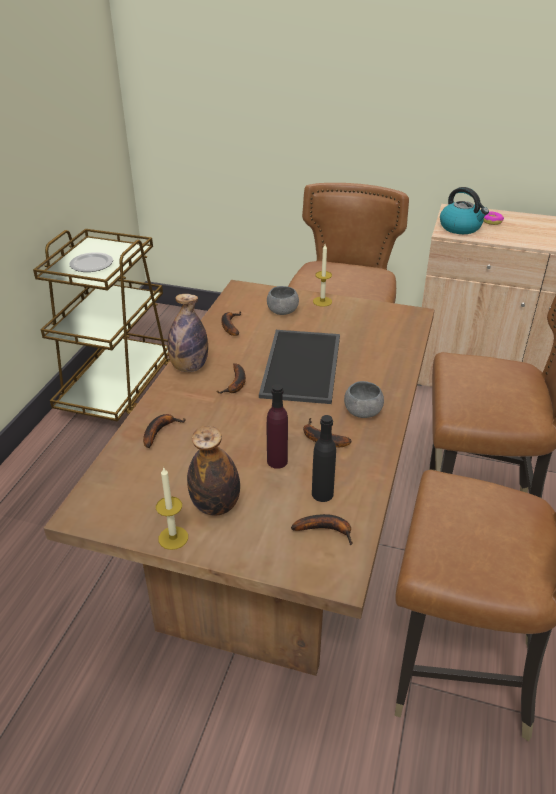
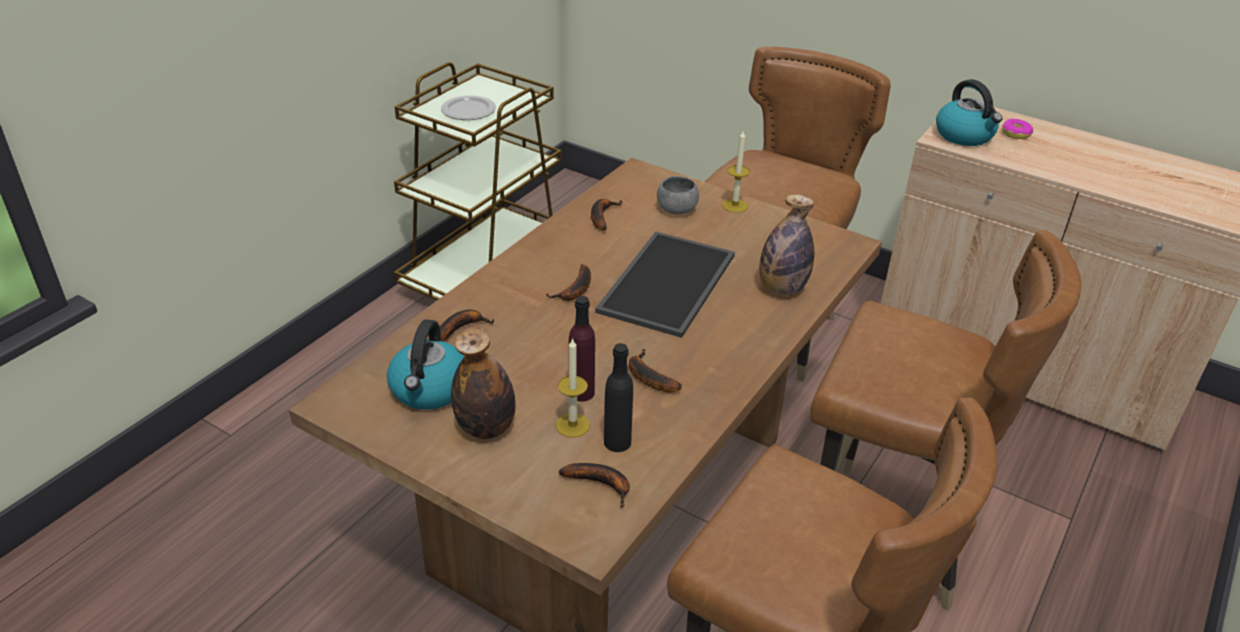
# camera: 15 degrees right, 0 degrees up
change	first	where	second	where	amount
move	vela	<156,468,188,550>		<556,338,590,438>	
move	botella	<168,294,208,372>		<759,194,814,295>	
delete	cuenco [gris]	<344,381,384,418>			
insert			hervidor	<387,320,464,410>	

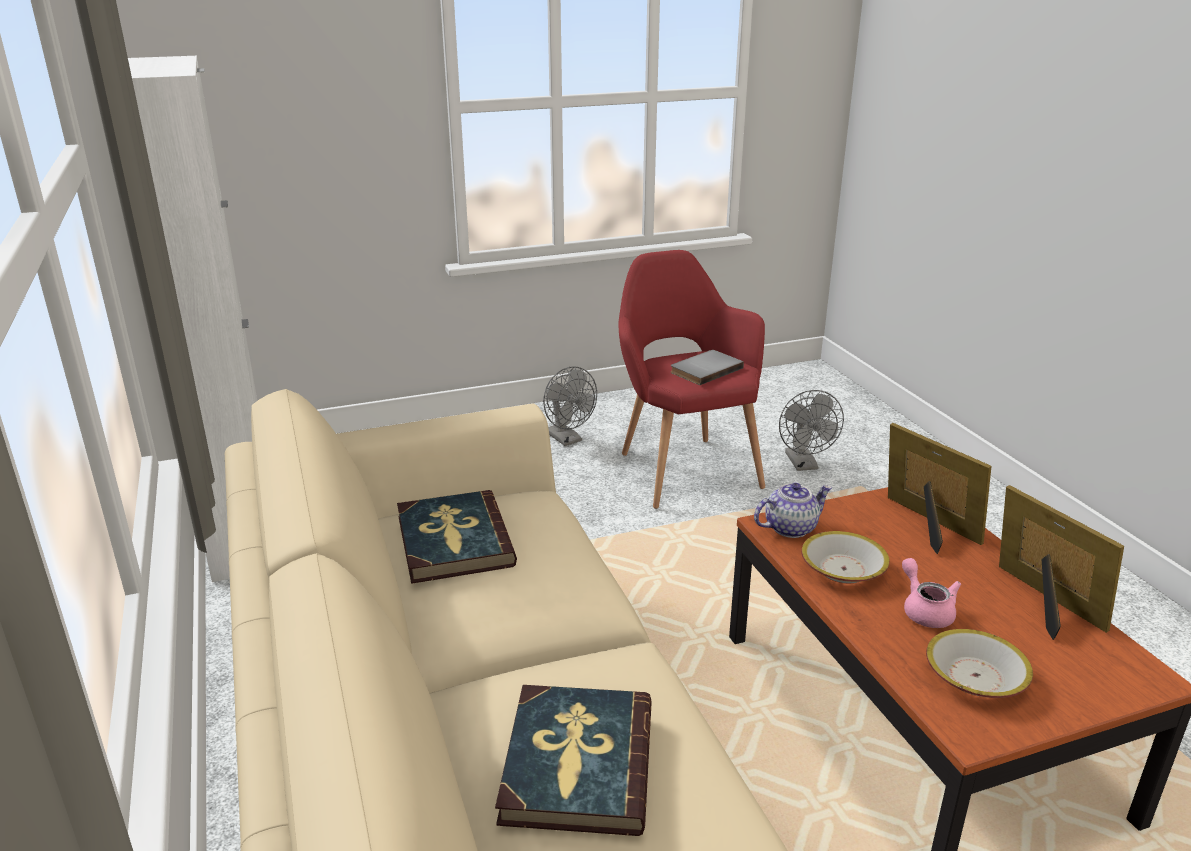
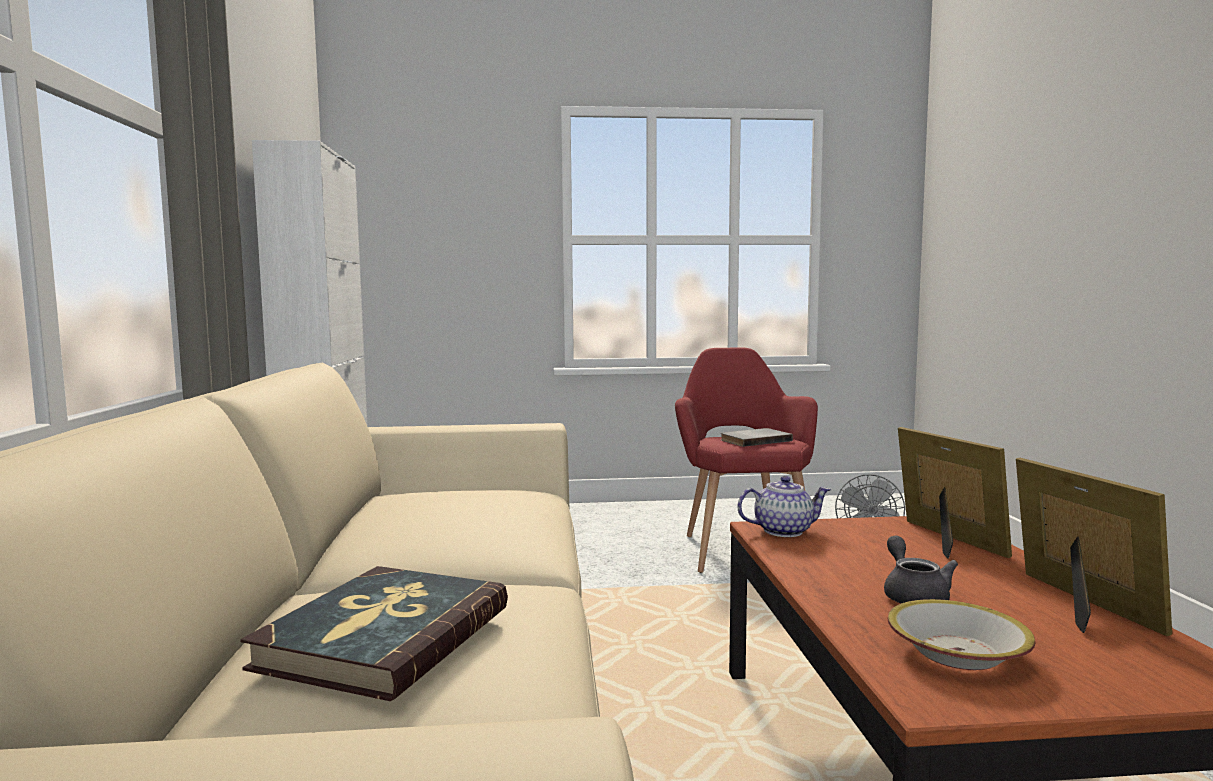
# camera: 15 degrees right, 20 degrees down
change	first	where	second	where	amount
delete	libro	<397,490,517,584>			
delete	ventilador [gris]	<543,366,597,446>			
delete	cuenco	<801,531,890,583>			
recolor	tetera [rosa]	<902,558,961,628>	tetera [gris]	<884,536,958,604>	

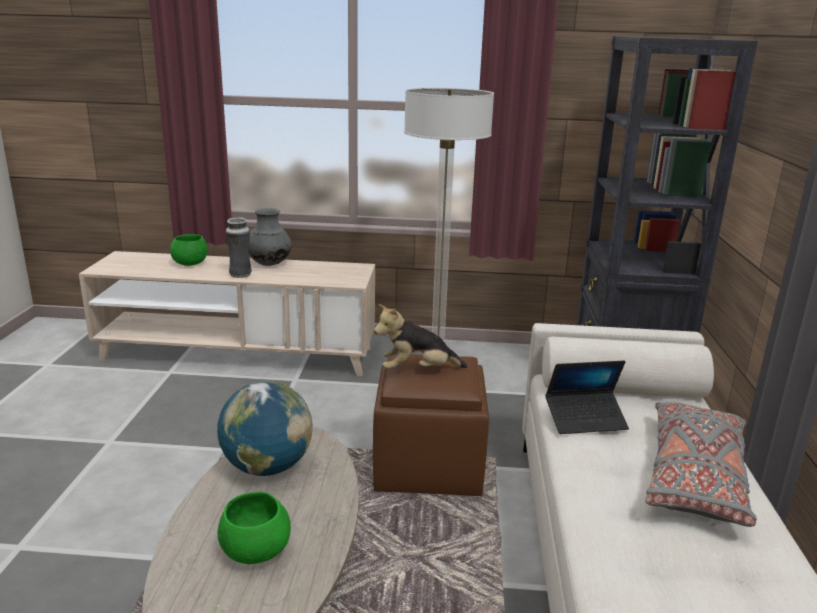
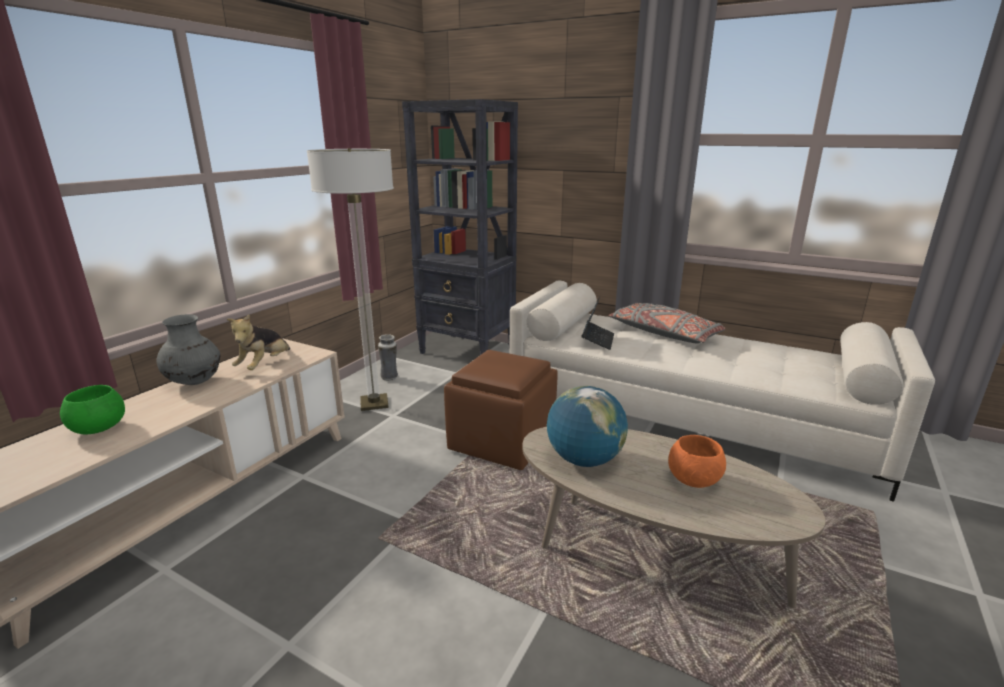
# camera: 65 degrees left, 0 degrees up
change	first	where	second	where	amount
recolor	cuenco [verde]	<218,492,291,564>	cuenco [naranja]	<668,435,726,488>	
move	florero	<226,218,252,278>		<378,334,398,381>	
move	peluche	<374,304,468,369>		<227,315,290,370>	

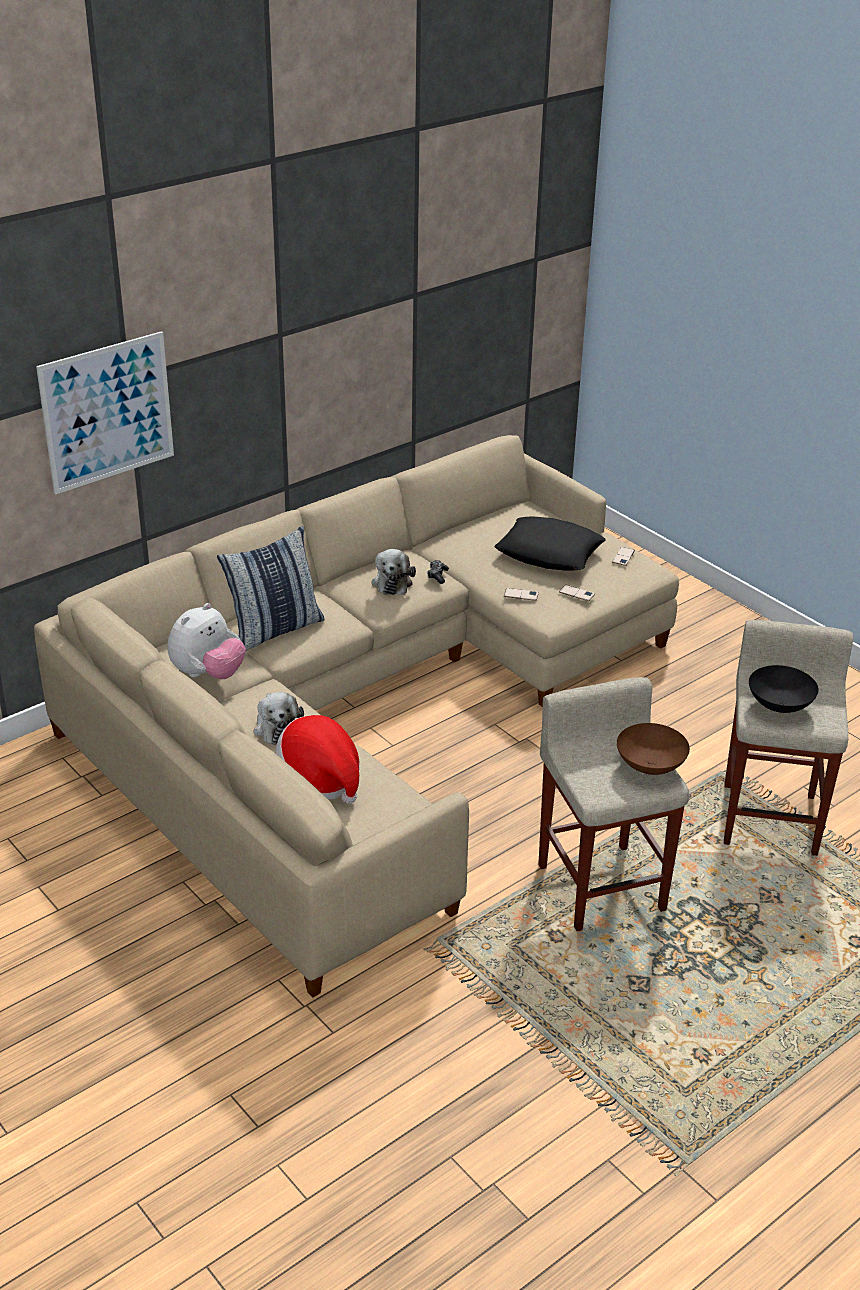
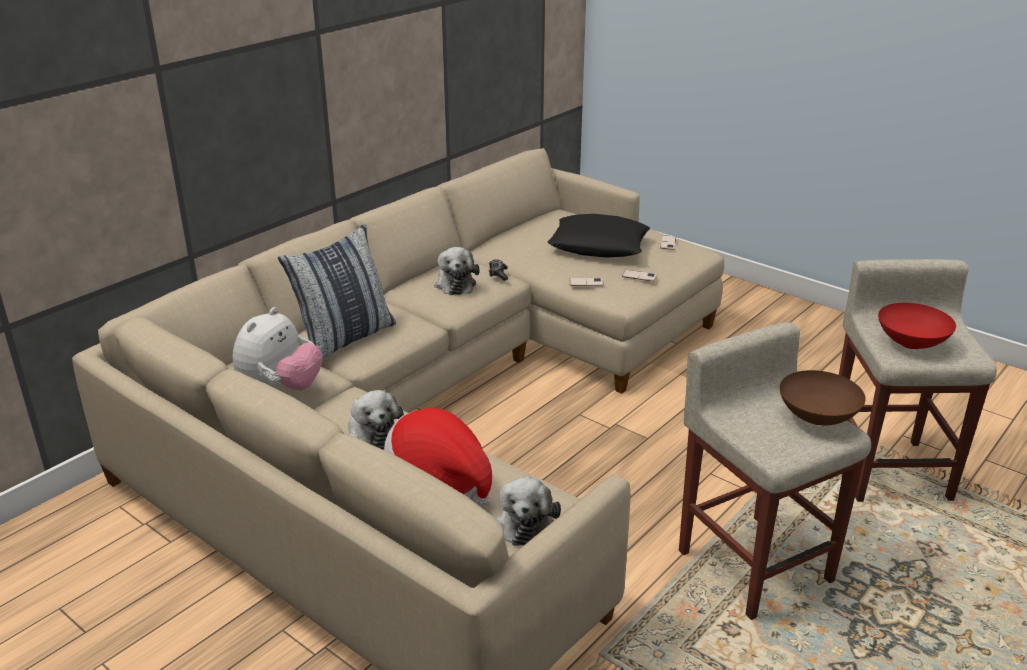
# camera: 10 degrees left, 5 degrees down
change	first	where	second	where	amount
delete	cuadro	<36,331,174,495>			
recolor	cuenco [negro]	<749,665,819,713>	cuenco [rojo]	<878,303,956,349>	
insert			peluche	<496,476,561,546>	

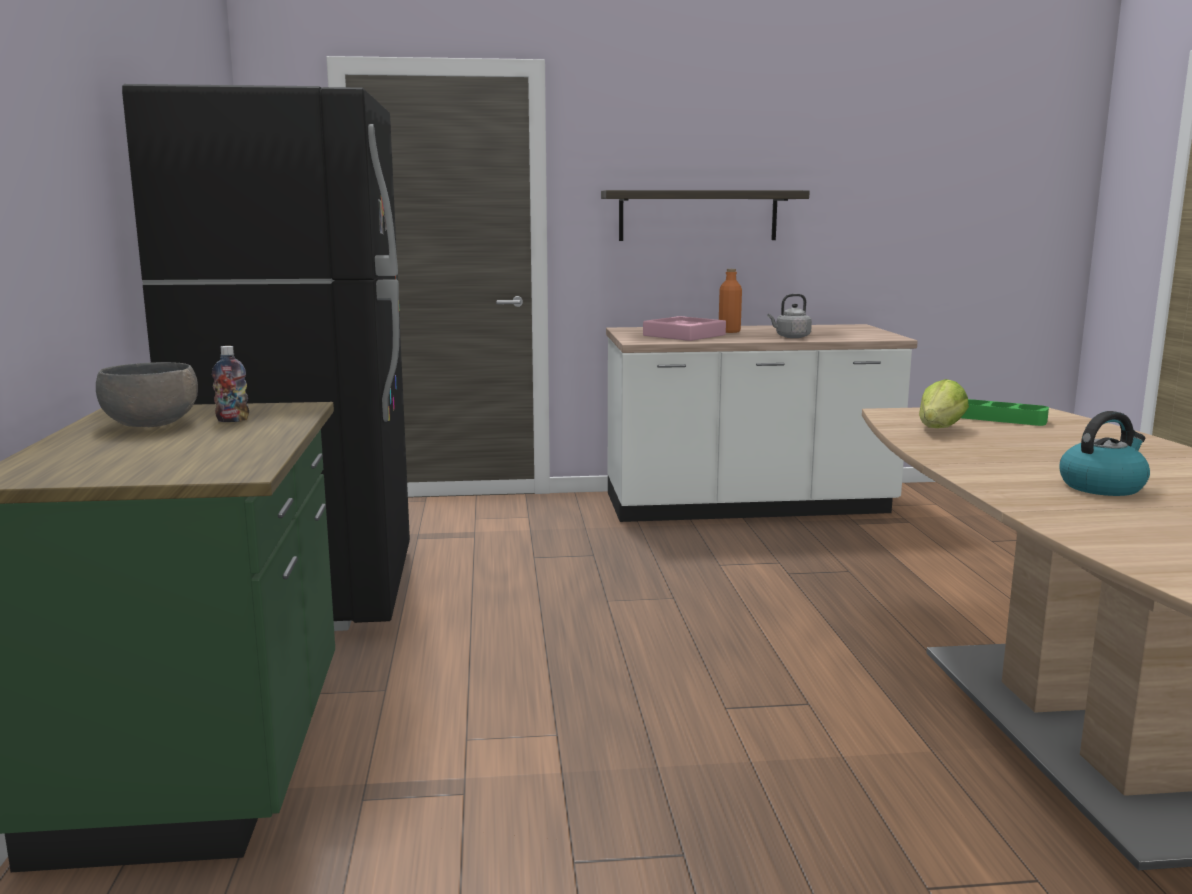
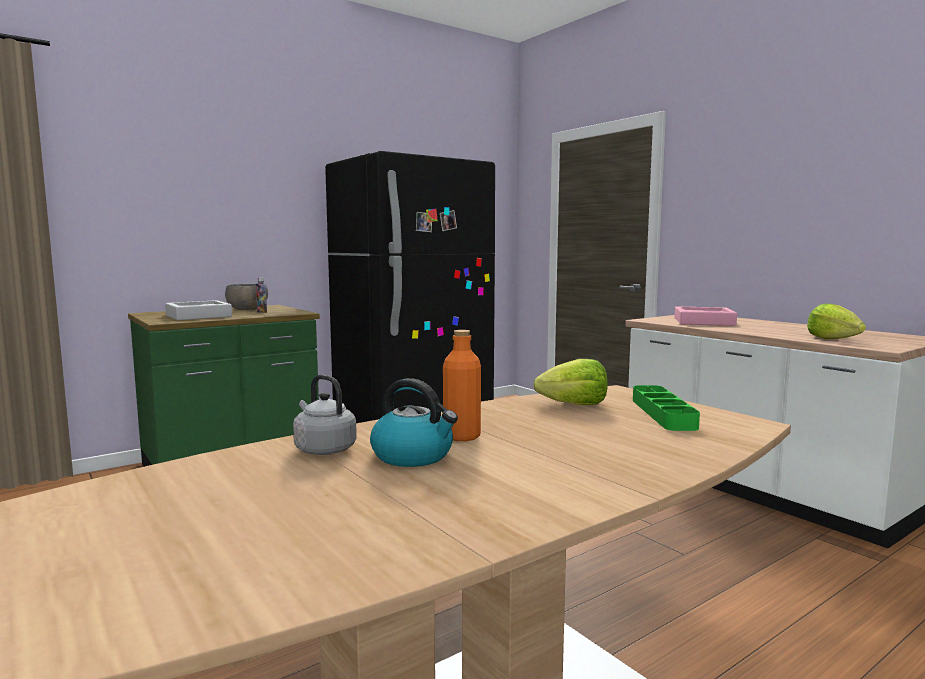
# camera: 60 degrees right, 5 degrees down
change	first	where	second	where	amount
delete	estante	<601,190,810,241>			
move	botella [naranja]	<719,269,742,333>		<443,330,481,441>	
move	hervidor [gris]	<768,294,812,338>		<293,375,357,455>	
insert			bandeja [gris]	<165,300,232,320>	
insert			lechuga	<807,304,866,339>	

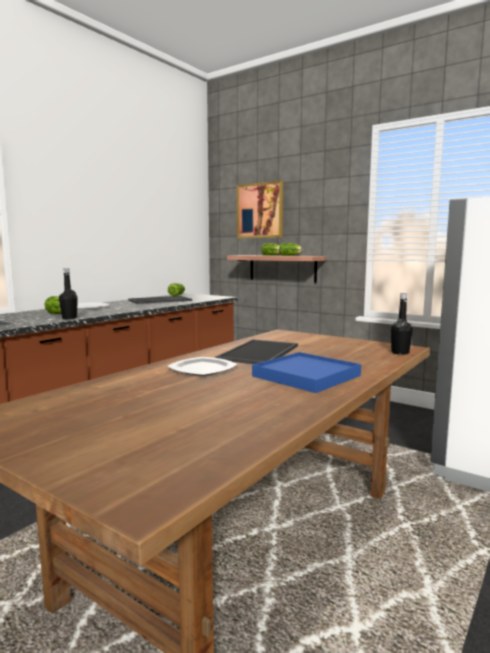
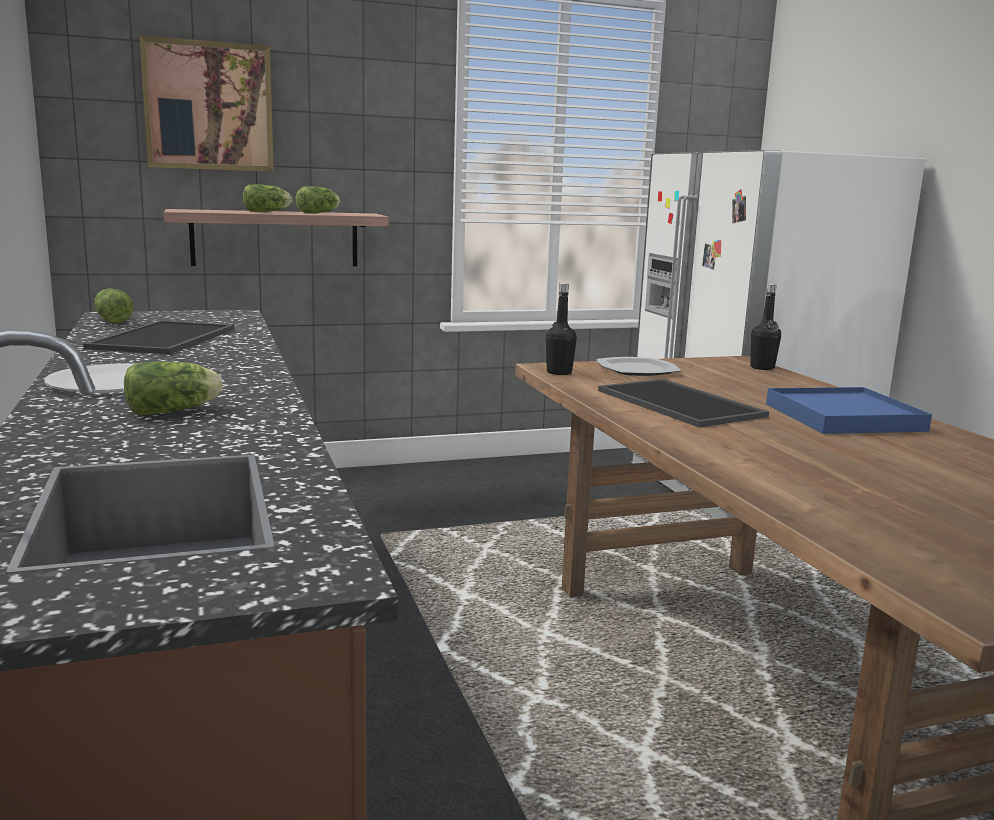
# camera: 55 degrees left, 5 degrees up
change	first	where	second	where	amount
move	botella [negro]	<59,268,78,319>		<546,283,577,375>	
move	plato	<167,357,238,376>		<597,357,681,376>	

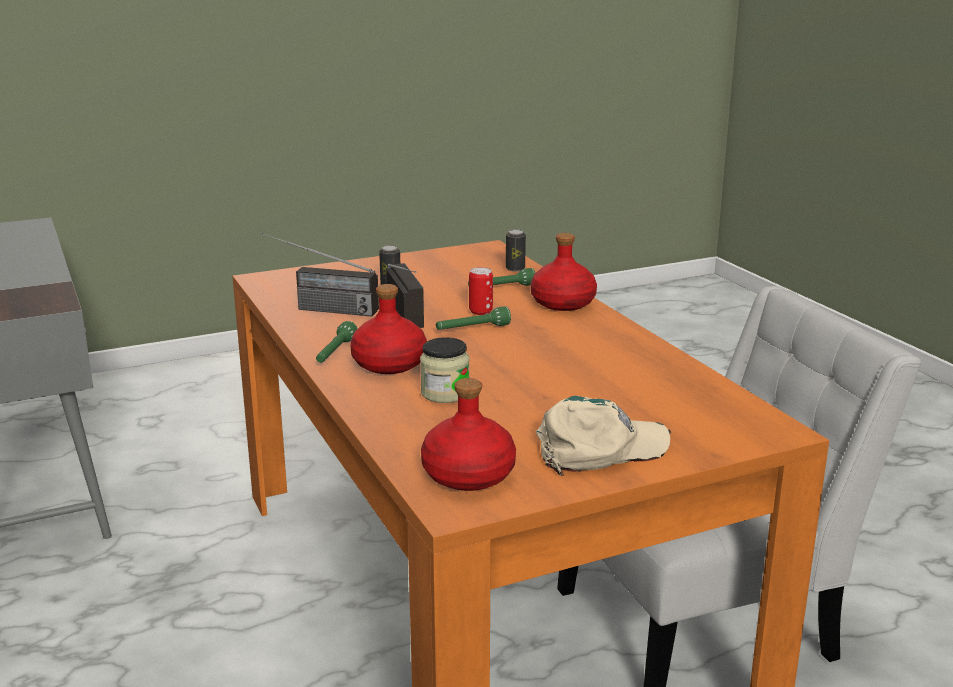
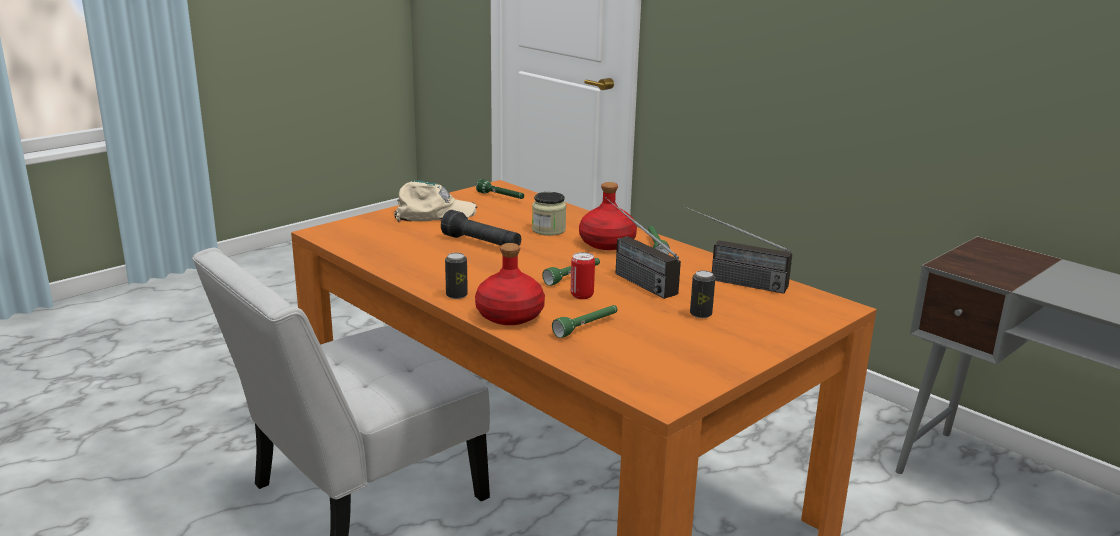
# camera: 160 degrees right, 0 degrees up
change	first	where	second	where	amount
rotate	radio	<261,233,379,317>		<682,205,792,294>	150 degrees counterclockwise
replace	botella [rojo]	<421,378,516,491>	linterna [verde]	<476,179,524,199>	
move	lata	<506,229,526,271>		<445,253,468,299>	
rotate	gorra [beis]	<536,396,671,476>		<394,180,477,222>	150 degrees counterclockwise
insert			linterna [negro]	<441,210,521,246>	

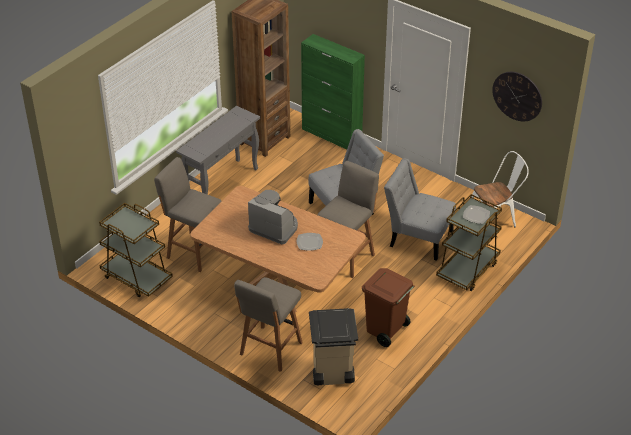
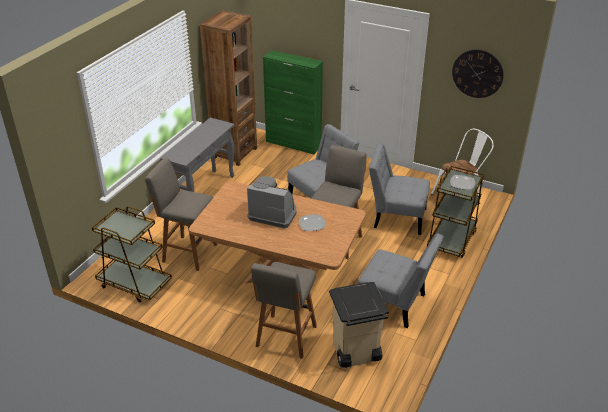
# camera: 10 degrees left, 5 degrees down
change	first	where	second	where	amount
replace	papelera [marrón]	<362,268,415,347>	silla [gris]	<358,233,444,328>	

